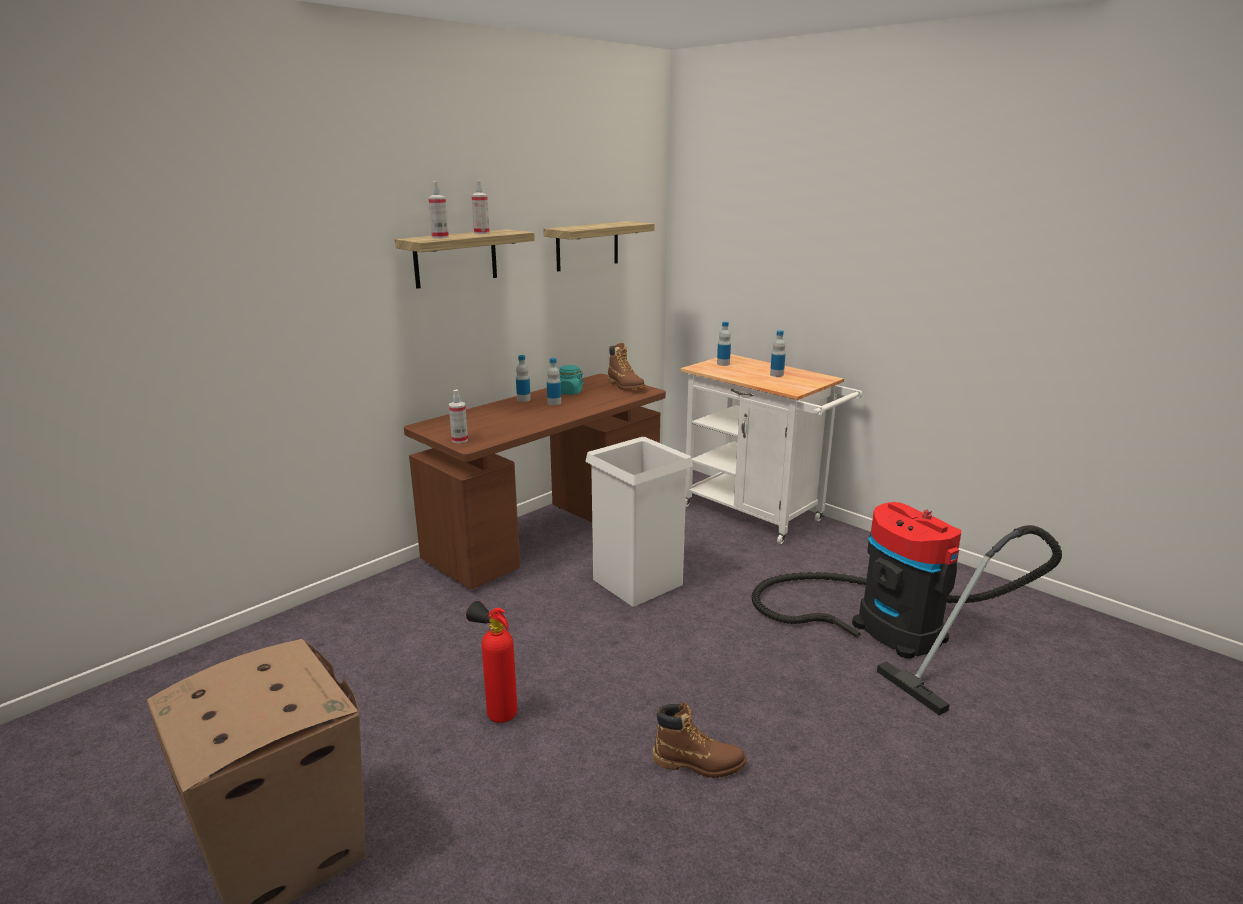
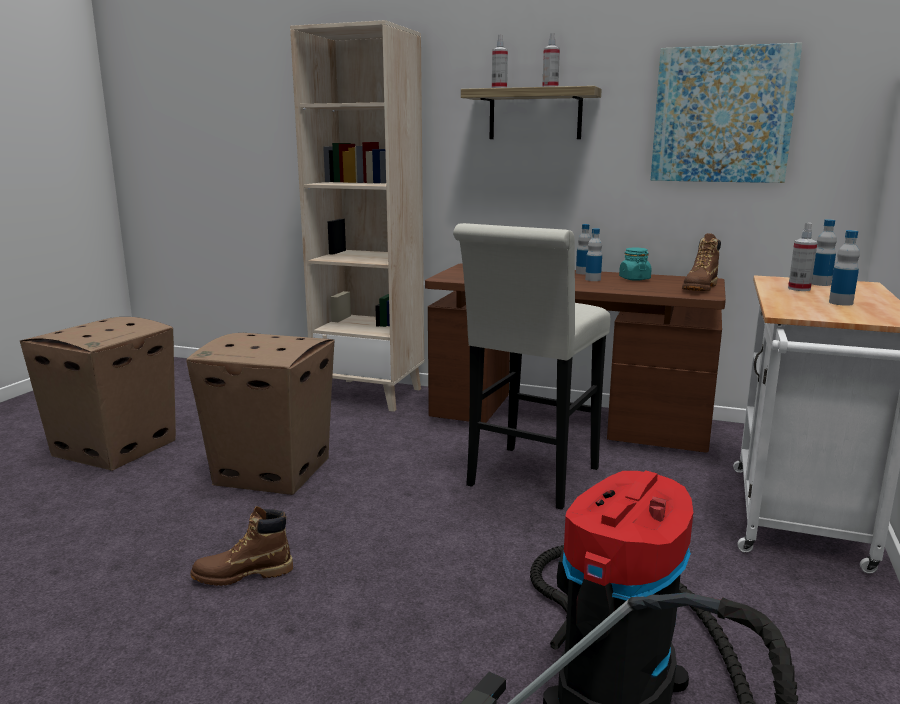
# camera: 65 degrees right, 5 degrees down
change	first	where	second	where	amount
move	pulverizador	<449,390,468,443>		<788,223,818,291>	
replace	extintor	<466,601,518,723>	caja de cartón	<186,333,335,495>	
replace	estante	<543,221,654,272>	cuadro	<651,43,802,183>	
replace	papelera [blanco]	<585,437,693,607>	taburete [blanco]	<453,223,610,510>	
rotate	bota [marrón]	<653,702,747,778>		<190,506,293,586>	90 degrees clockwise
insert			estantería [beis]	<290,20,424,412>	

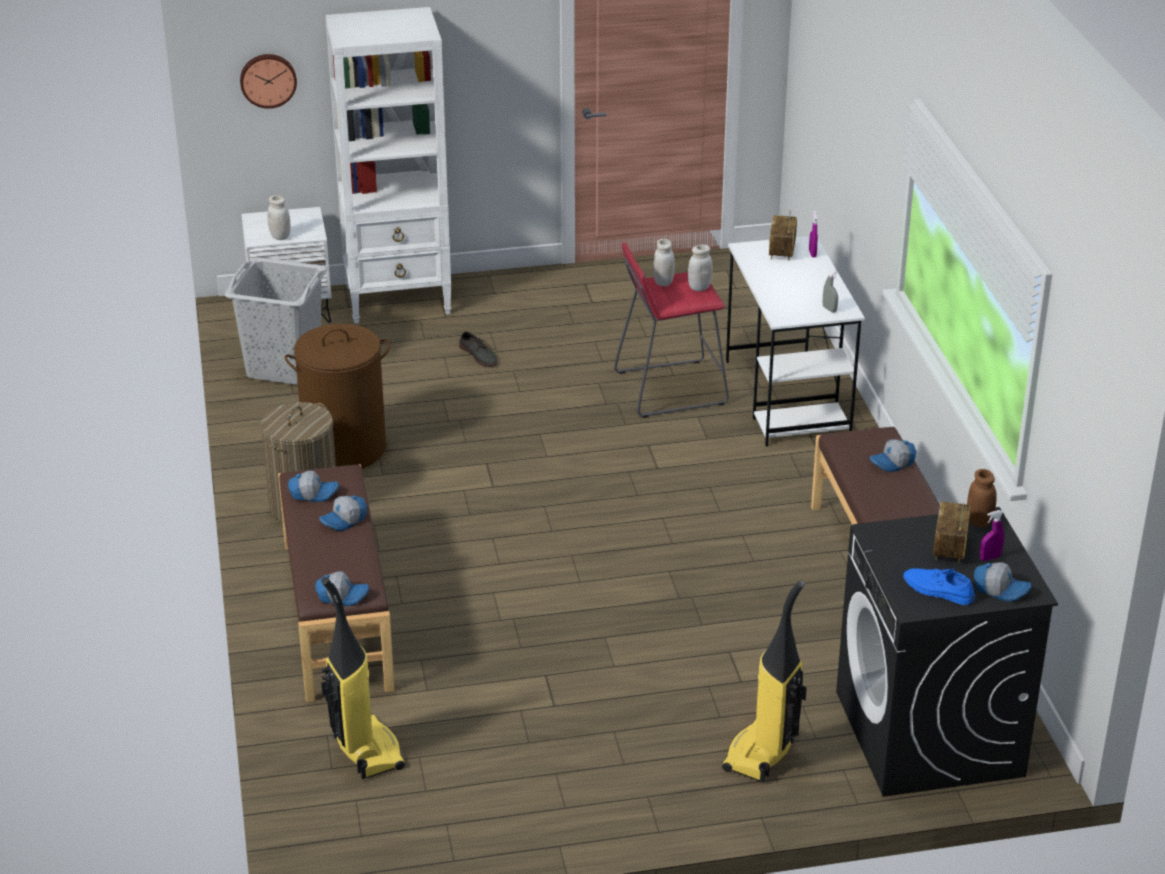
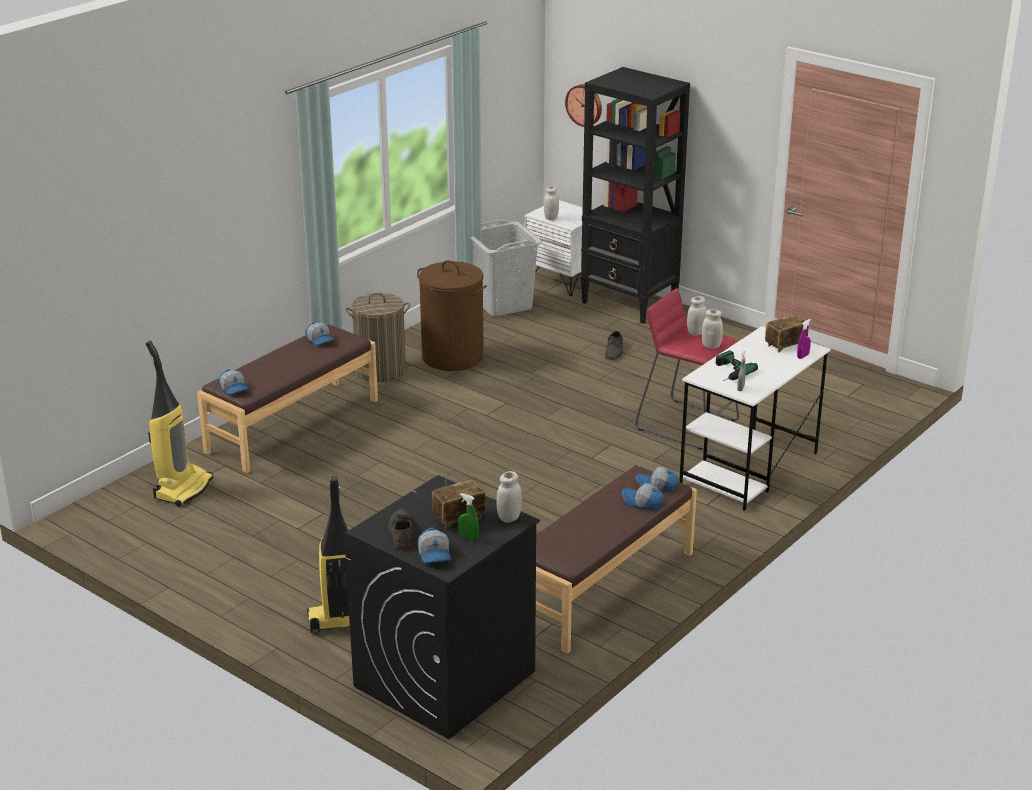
# camera: 50 degrees right, 5 degrees down
change	first	where	second	where	amount
move	gorra	<319,495,367,531>		<636,467,679,492>	
recolor	estantería [blanco]	<326,7,451,323>	estantería [negro]	<581,67,690,324>	
recolor	zapato [azul]	<903,568,975,606>	zapato [gris]	<388,509,413,549>	
recolor	tarro [marrón]	<967,469,997,527>	tarro [blanco]	<496,471,522,523>	
recolor	pulverizador [morado]	<980,510,1004,561>	pulverizador [verde]	<458,493,479,540>	
insert			taladro	<716,350,758,381>	

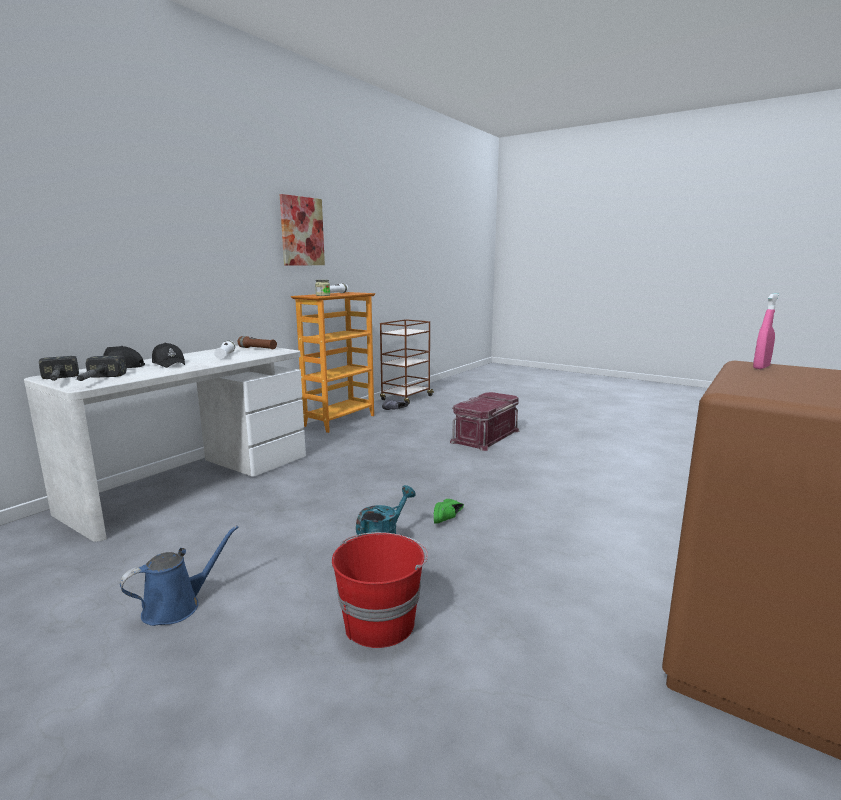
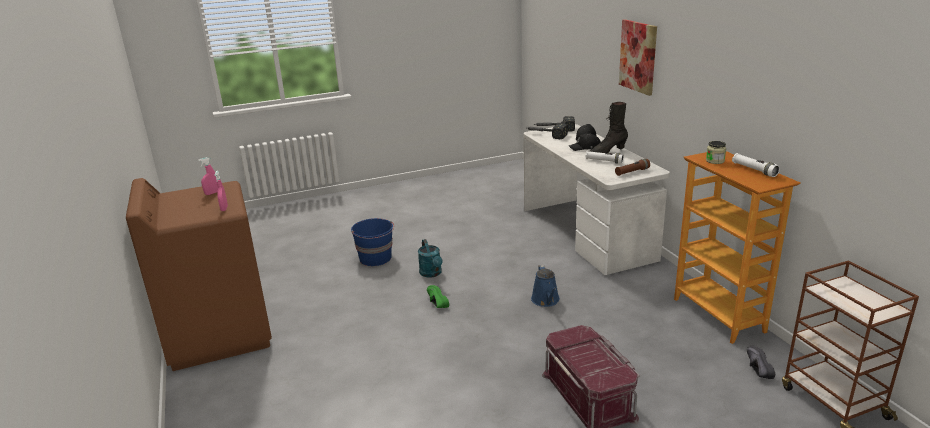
# camera: 125 degrees right, 10 degrees up
change	first	where	second	where	amount
move	regadera [azul]	<120,525,239,626>		<531,265,560,307>	
move	cuadro	<280,194,325,266>		<619,19,657,96>	
recolor	cubo [rojo]	<332,532,428,648>	cubo [azul]	<351,218,394,266>	
insert			pulverizador [rosa]	<198,157,218,195>	
insert			bota [negro]	<590,102,628,153>	

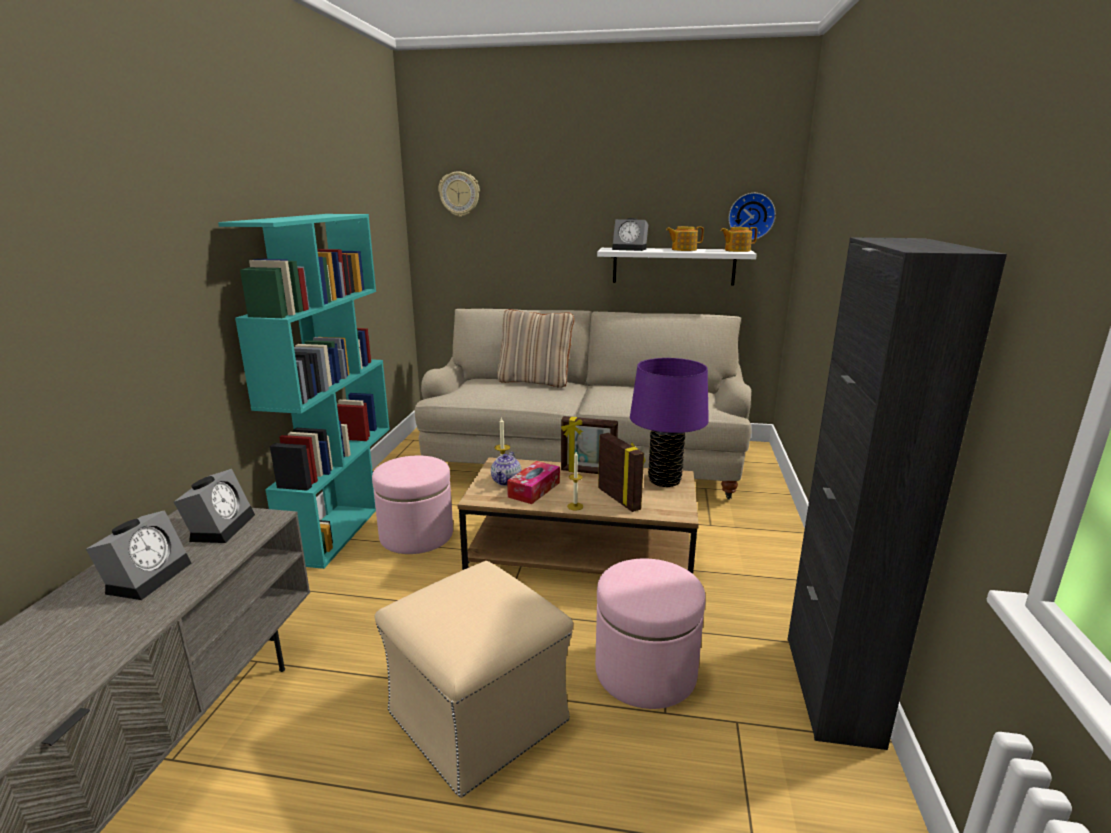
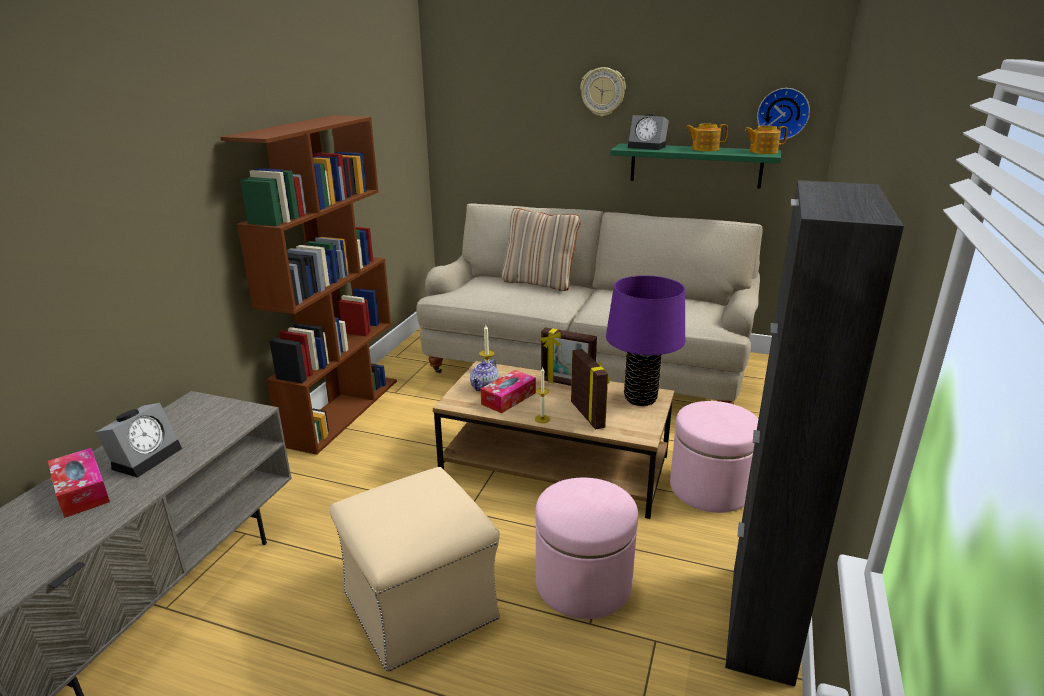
# camera: 10 degrees right, 5 degrees up
change	first	where	second	where	amount
delete	despertador	<174,469,255,543>			
recolor	estantería [turquesa]	<218,214,390,569>	estantería [marrón]	<220,115,397,455>	
move	puf [rosa]	<372,455,453,554>		<670,401,759,513>	
move	reloj de pared	<438,171,480,217>		<580,67,626,117>	
recolor	estante [blanco]	<597,248,757,285>	estante [verde]	<610,143,781,188>	
insert			caja de pañuelos	<48,448,110,518>	

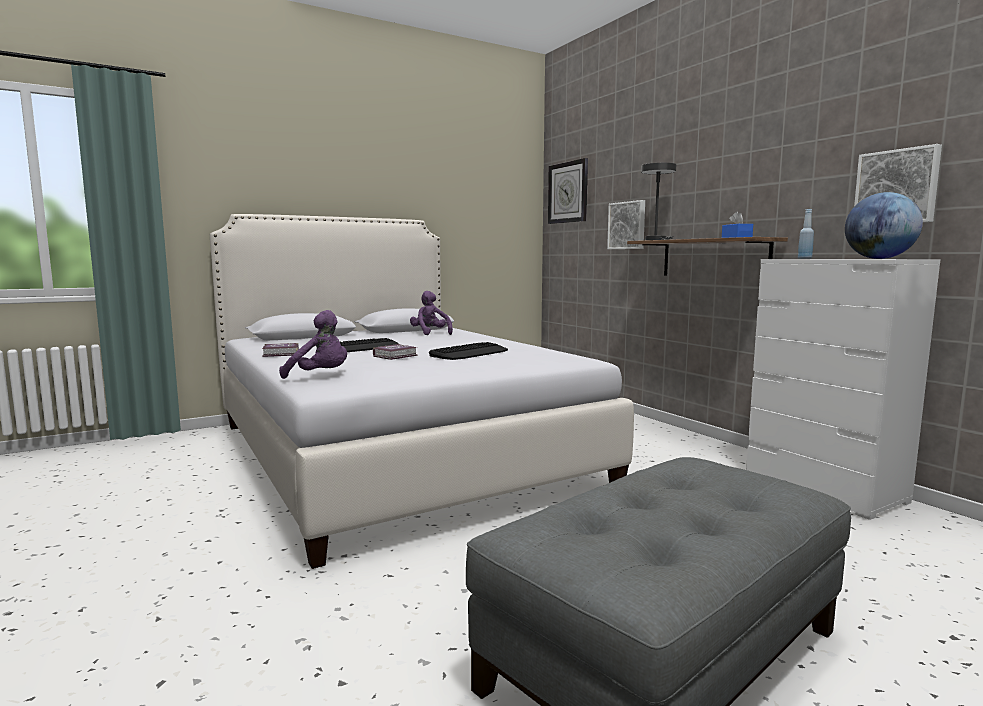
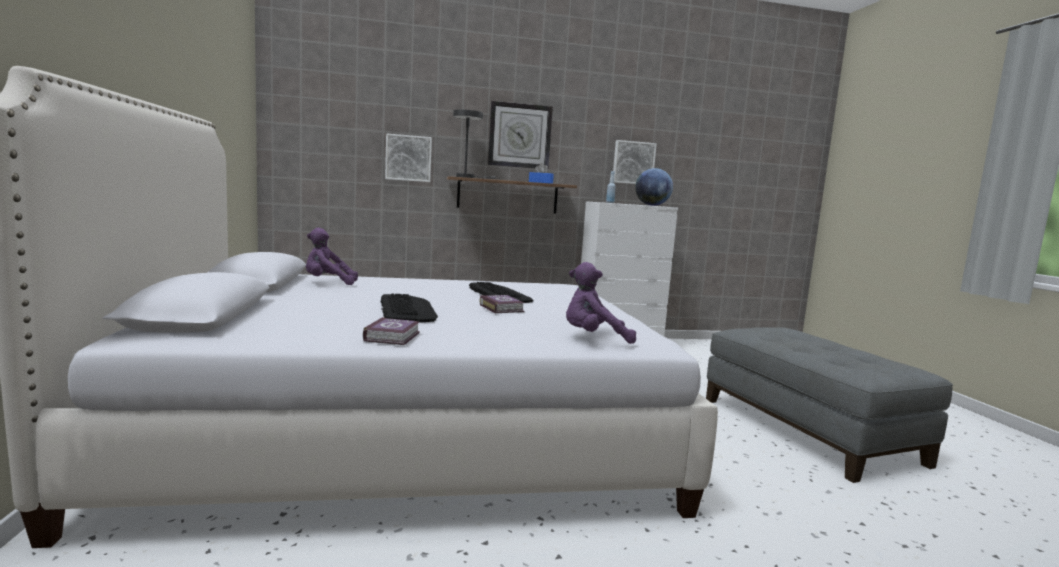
# camera: 70 degrees left, 0 degrees up
change	first	where	second	where	amount
rotate	peluche [morado]	<279,310,347,379>		<566,262,636,344>	135 degrees counterclockwise
move	reloj de pared	<548,158,588,224>		<488,101,553,169>	

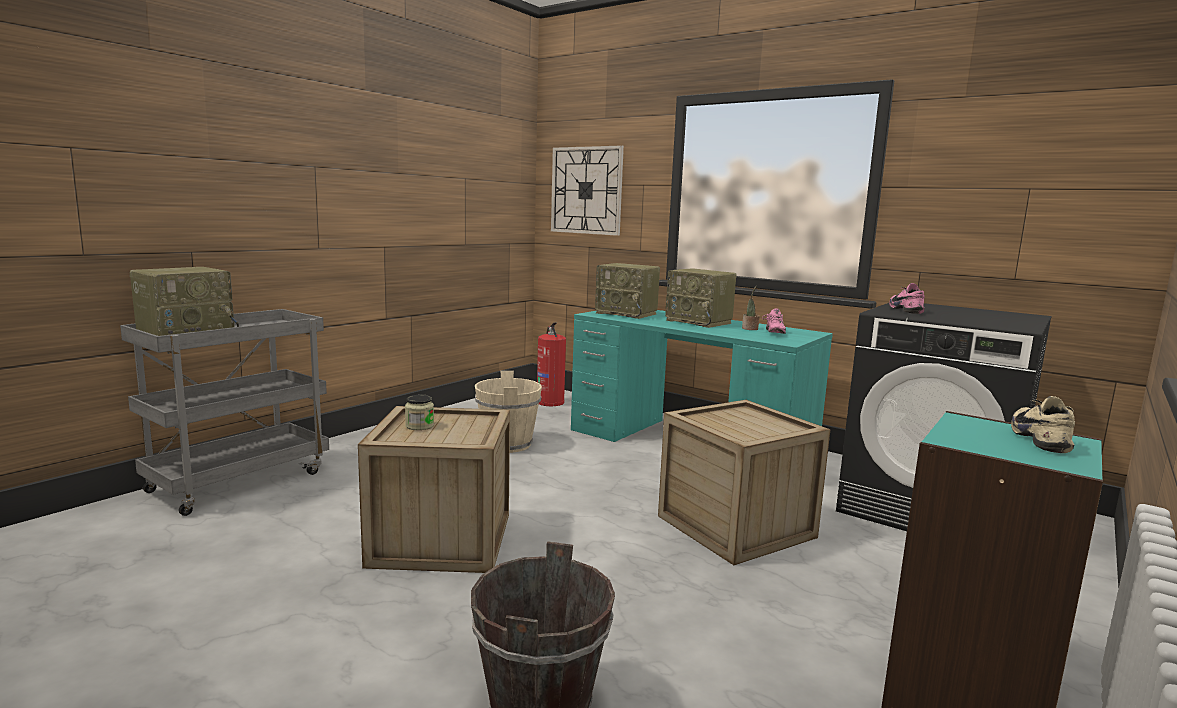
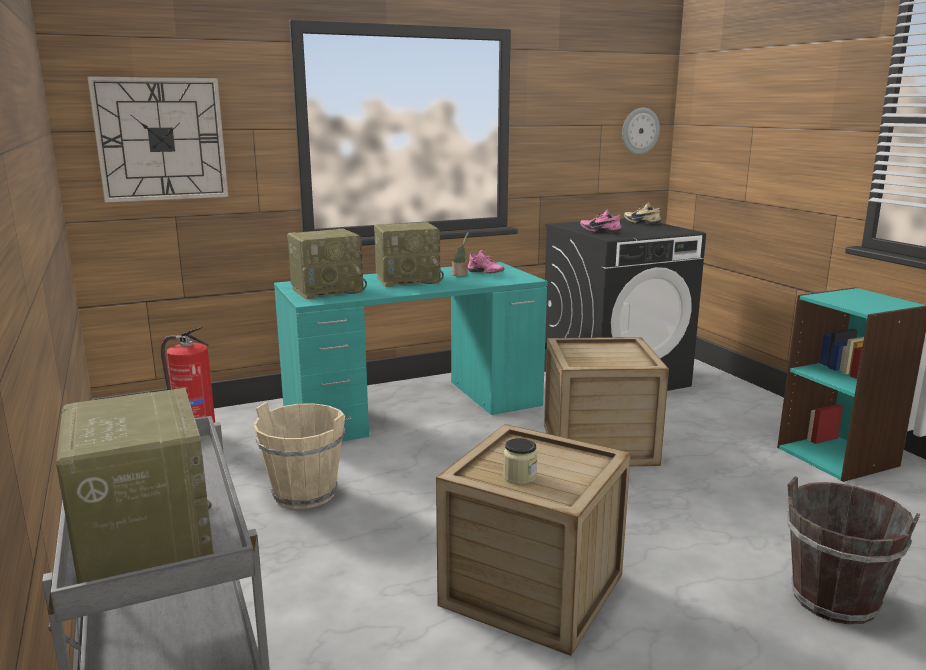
# camera: 60 degrees left, 5 degrees up
change	first	where	second	where	amount
move	zapato [beis]	<1011,396,1075,453>		<624,203,661,225>	
insert			reloj de pared	<622,108,660,154>	

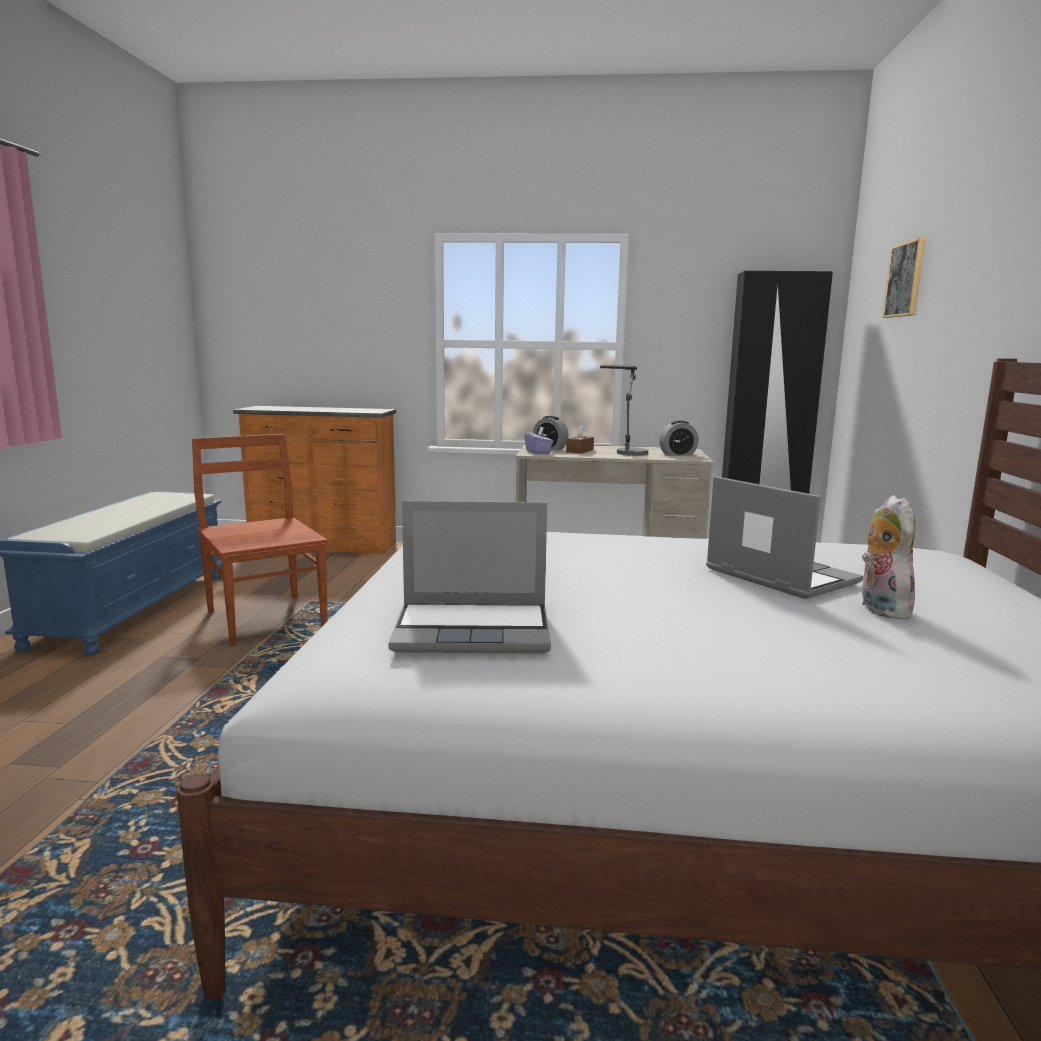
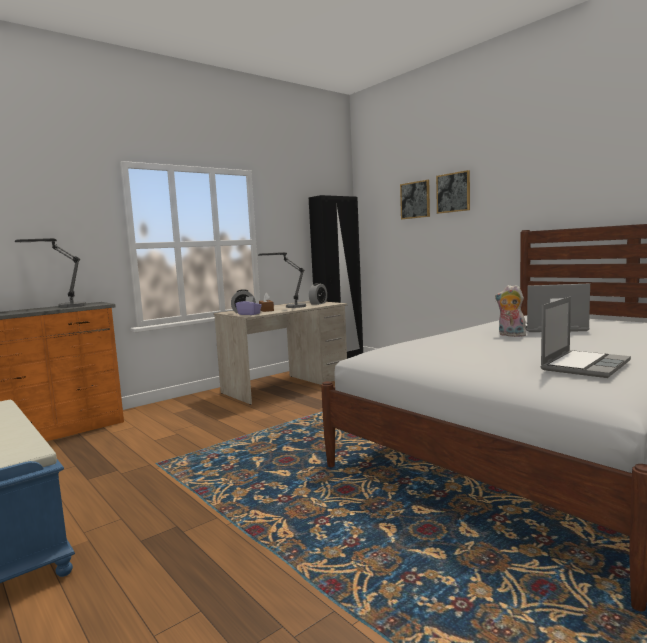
# camera: 45 degrees left, 5 degrees down
change	first	where	second	where	amount
delete	silla [marrón]	<192,434,328,645>			
move	peluche	<862,495,917,620>		<495,285,526,337>	
insert			lámpara de mesa	<15,238,86,308>	
insert			cuadro	<436,170,470,214>	

